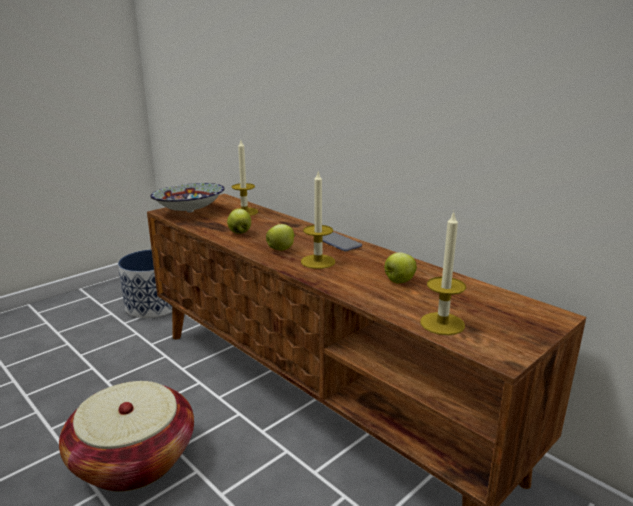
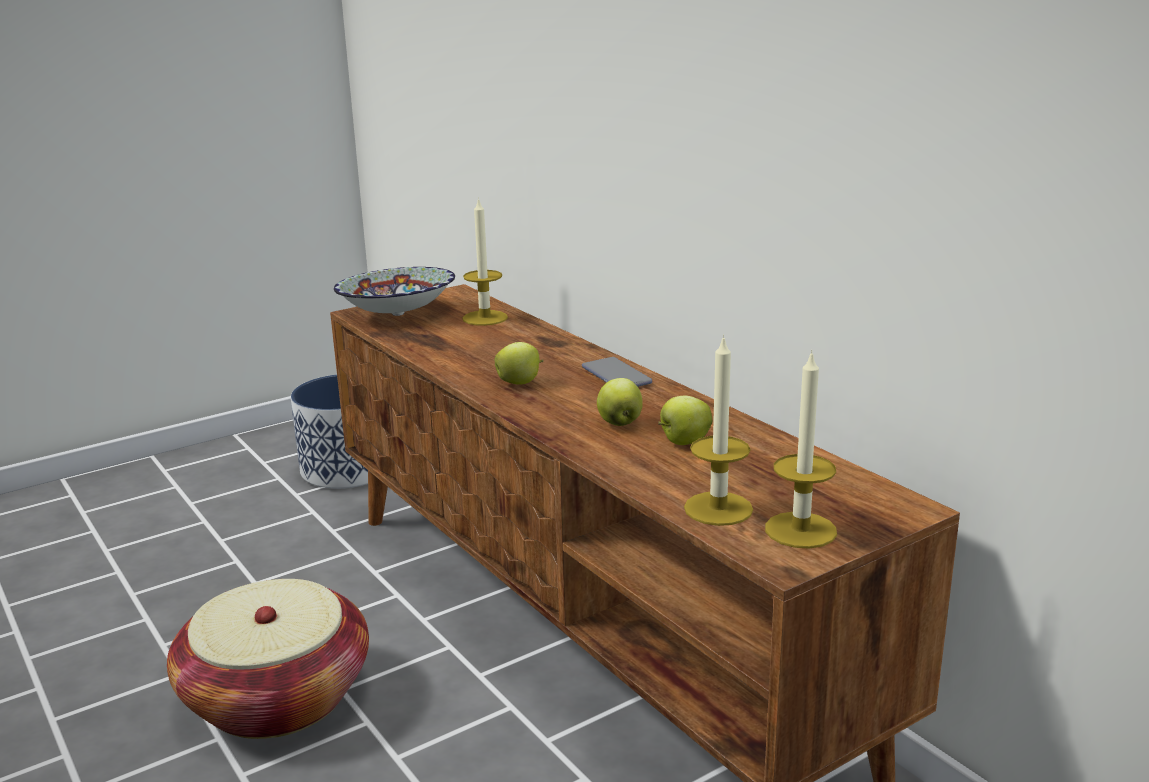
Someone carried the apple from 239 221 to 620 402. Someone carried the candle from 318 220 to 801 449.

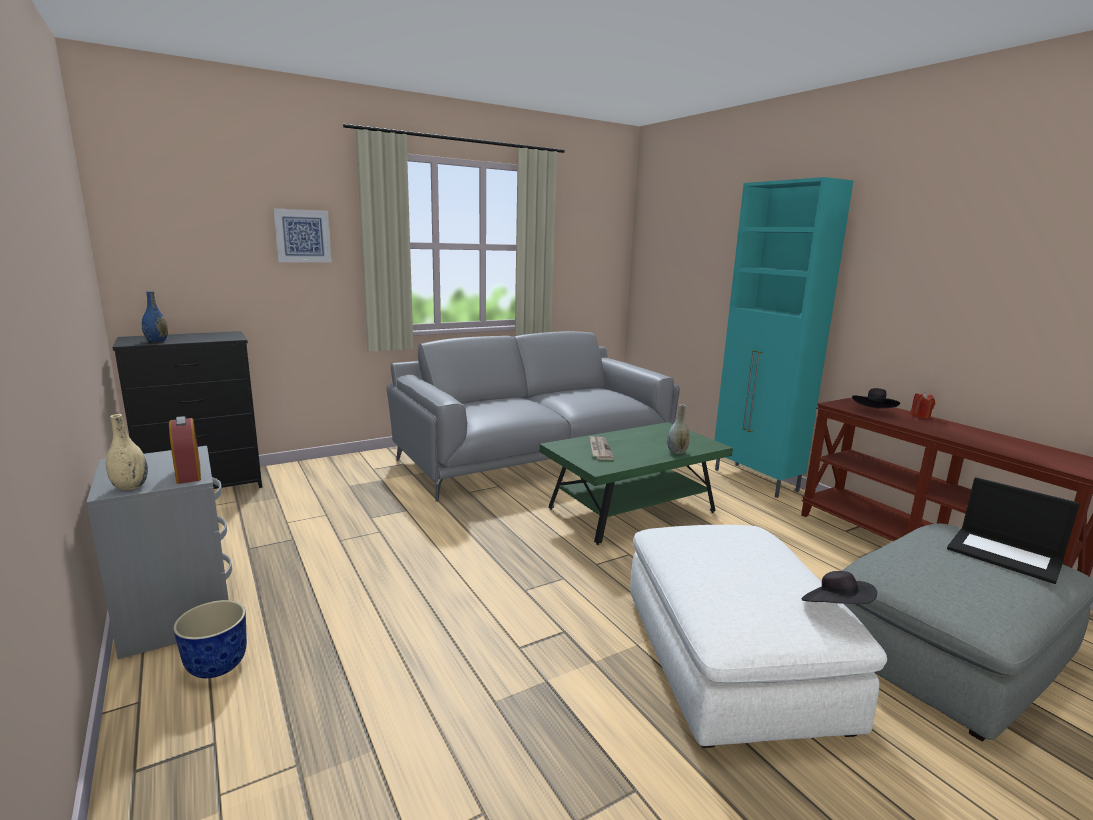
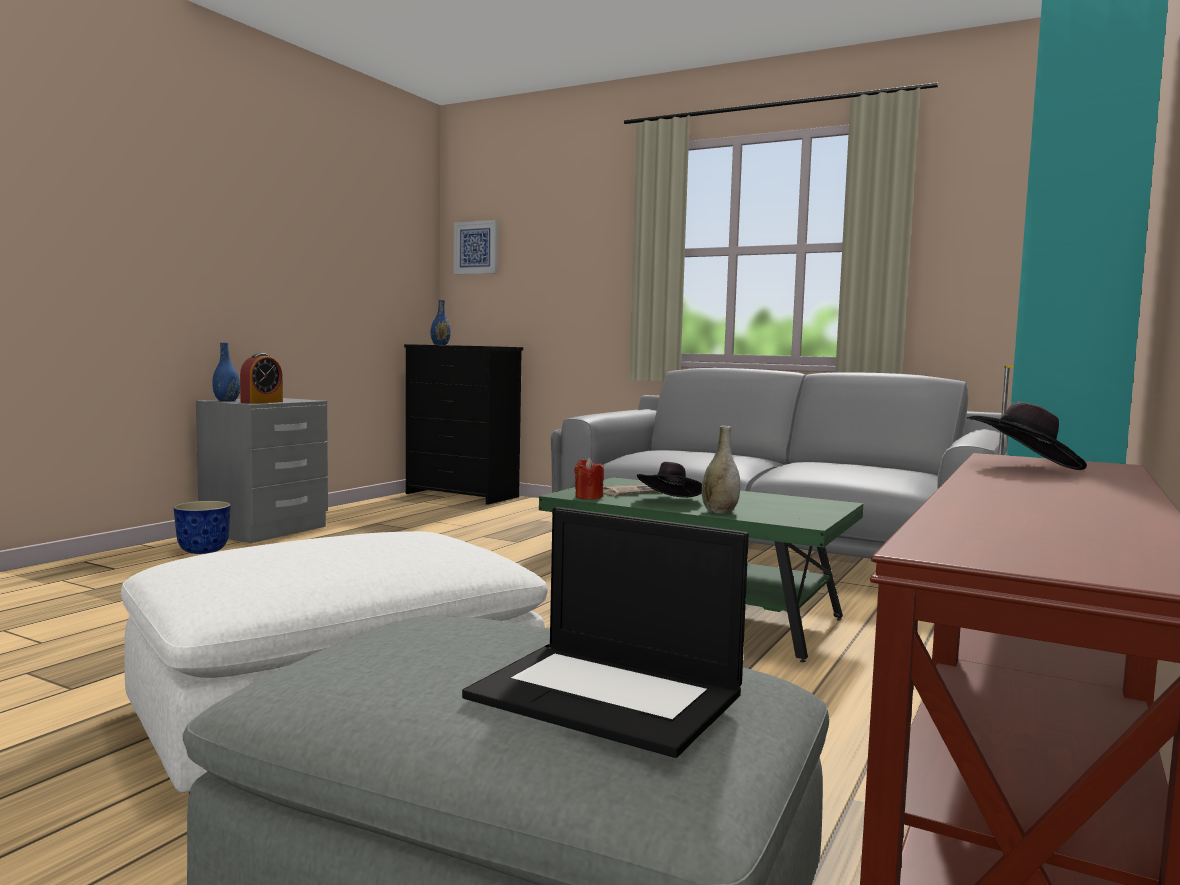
Someone repainted the beige vase at 127 452, which became the blue vase at 226 372. Someone carried the picture from 302 235 to 475 247. Someone carried the black hat from 839 587 to 669 480. Someone carried the red candle from 922 405 to 589 479. Someone rotated the laptop at 1013 530 by 75 degrees counterclockwise.

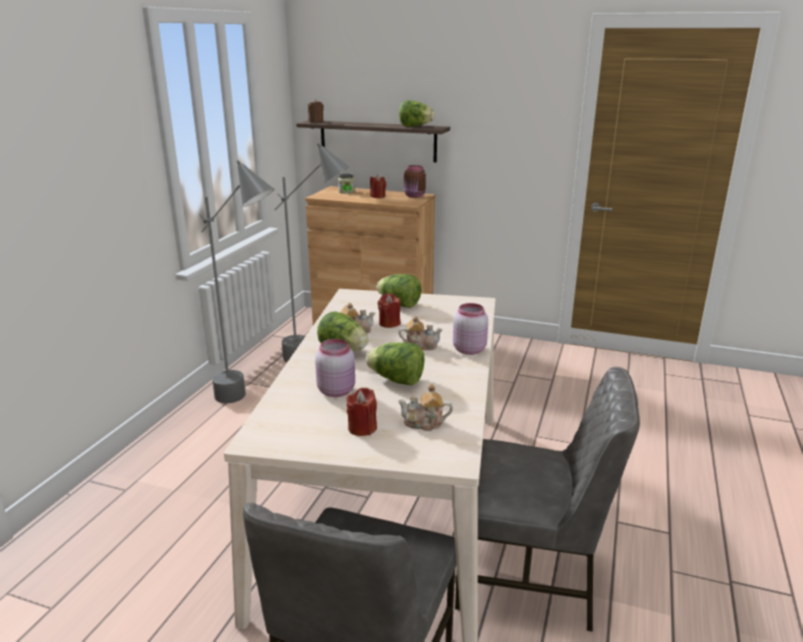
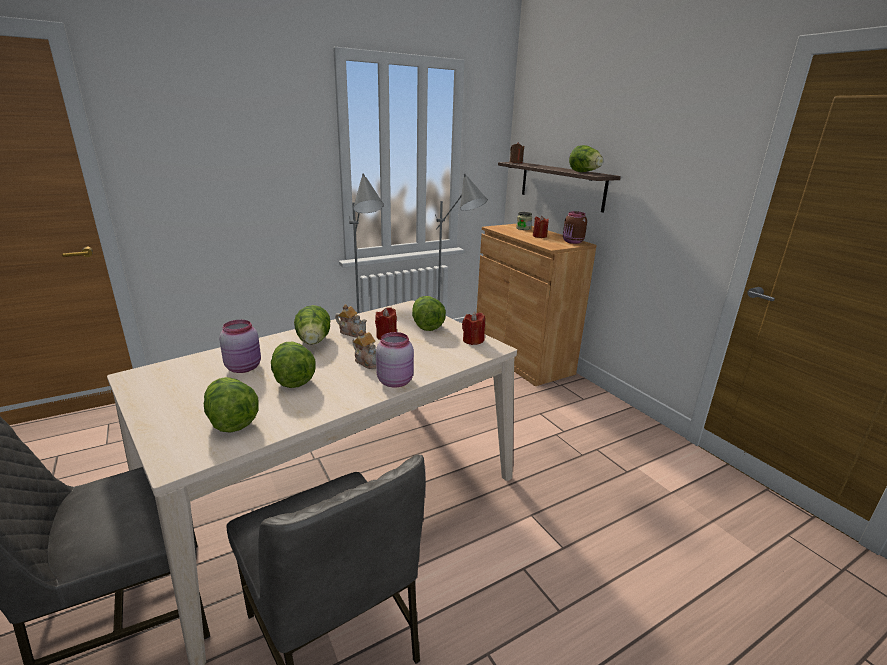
Someone carried the red candle from 361 412 to 473 328. Someone swapped the teapot at 425 407 for the lettuce at 231 405.

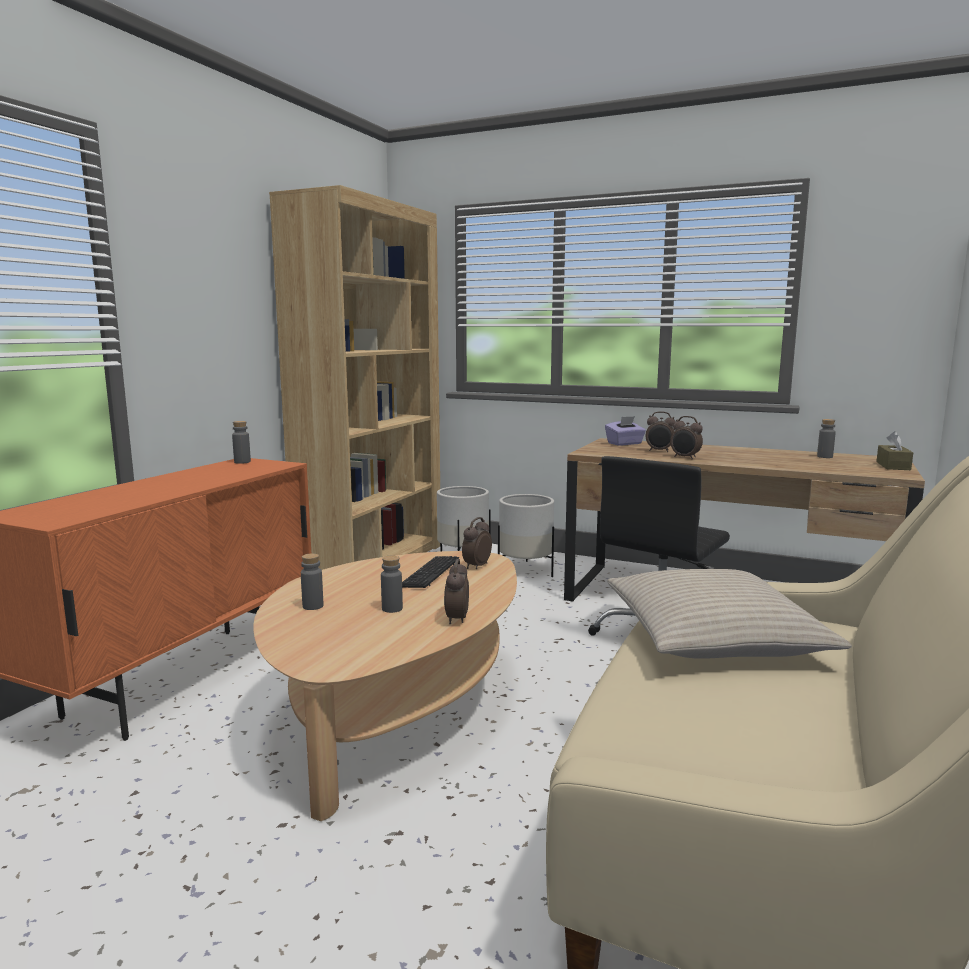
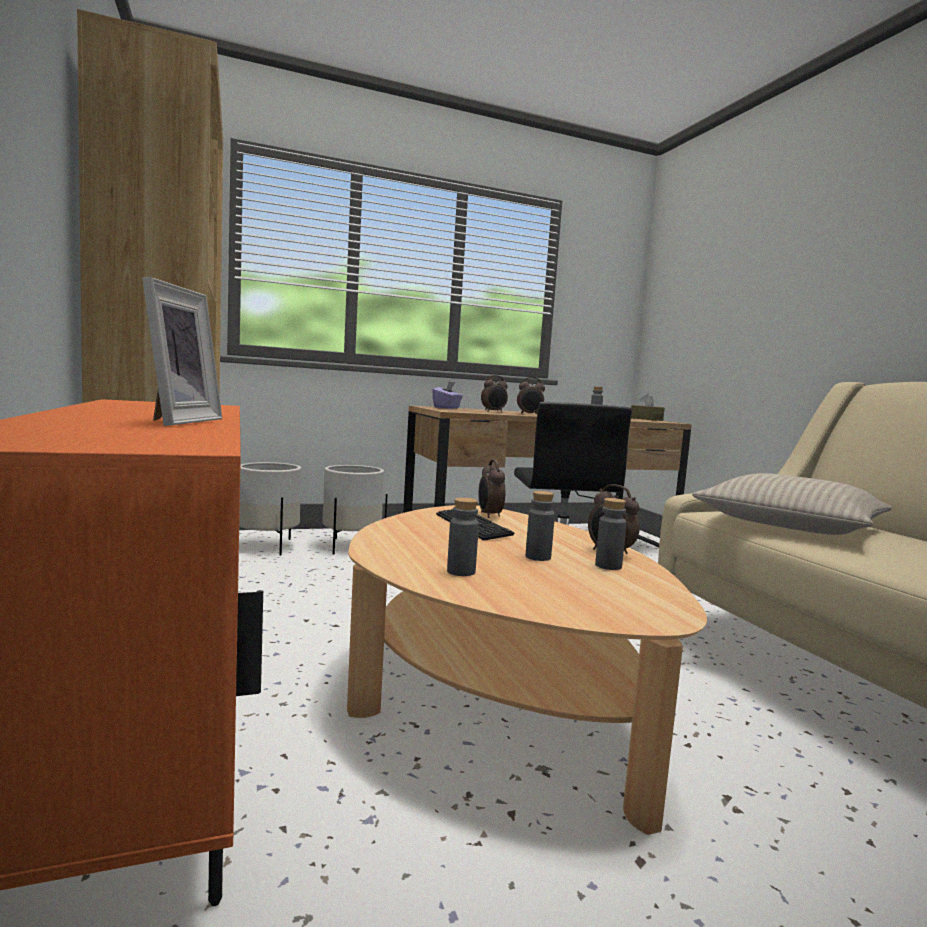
Someone carried the grey bottle from 241 442 to 611 534. Someone put down the picture frame at 182 351.

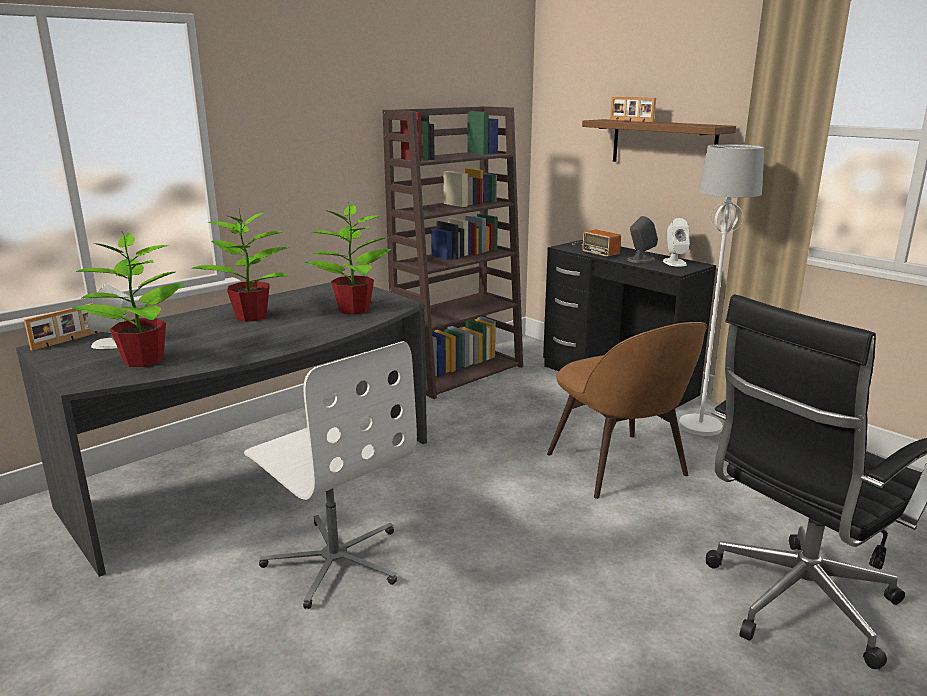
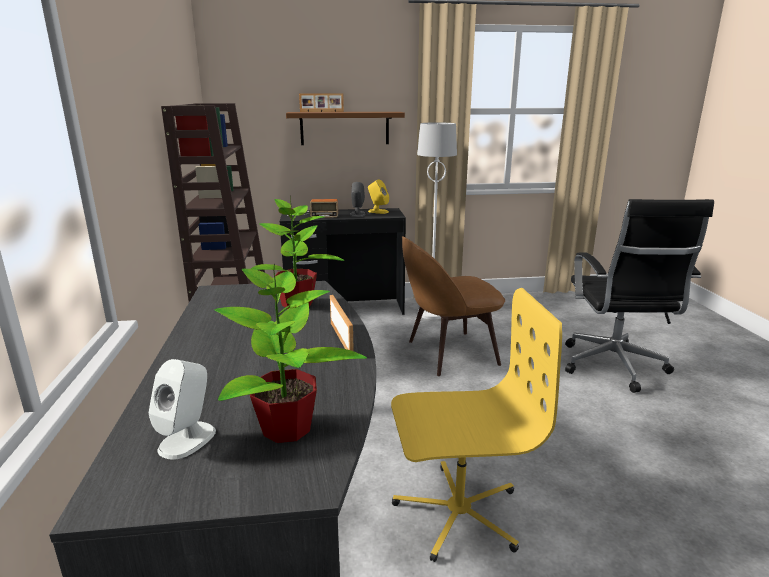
Someone carried the picture frame from 62 327 to 342 323. Someone took away the potted plant at 240 265. Someone repainted the white office chair at 330 475, which became the yellow office chair at 476 425. Someone rotated the brown chair at 627 410 by 150 degrees clockwise. Someone repainted the white speaker at 676 242, which became the yellow speaker at 378 196.

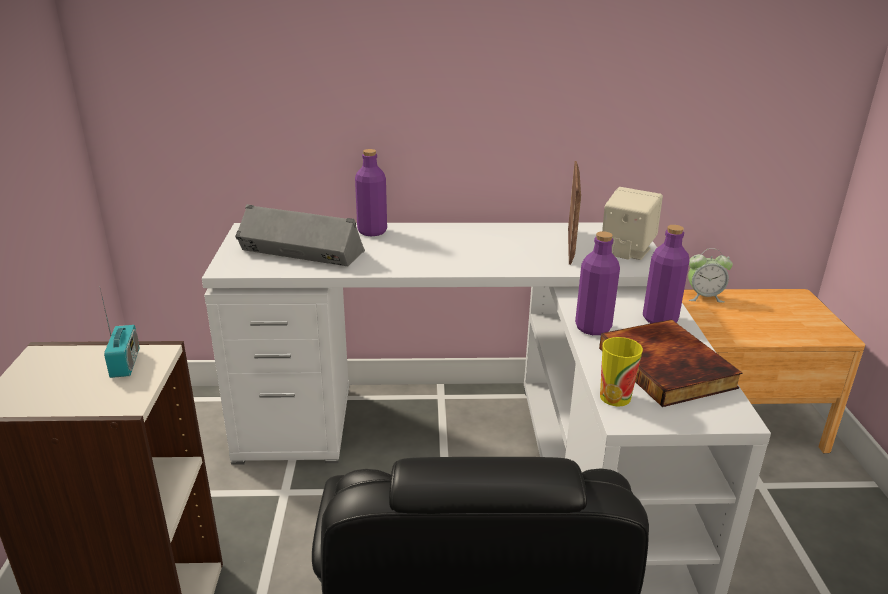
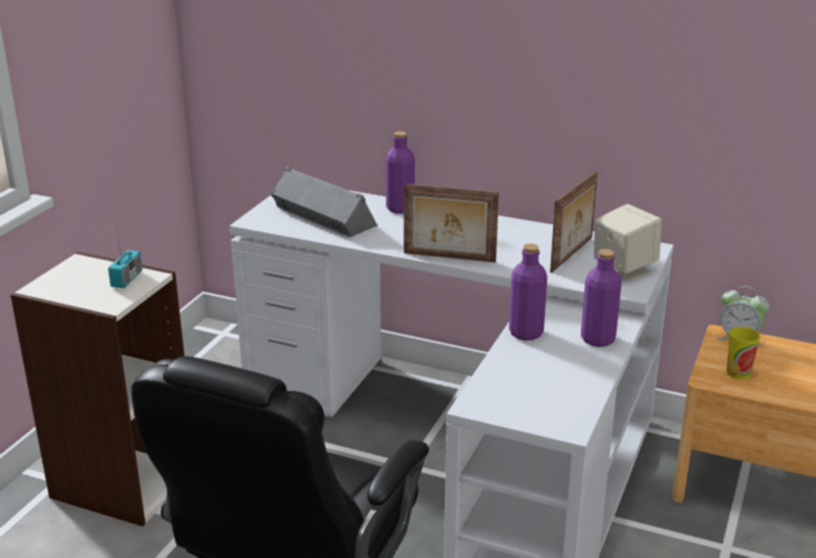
Someone took away the book at 670 363. Someone carried the cup from 621 371 to 743 353. Someone put down the picture frame at 451 223.

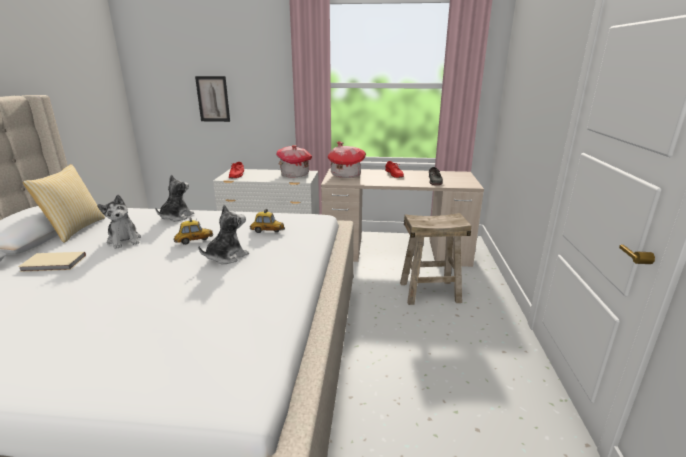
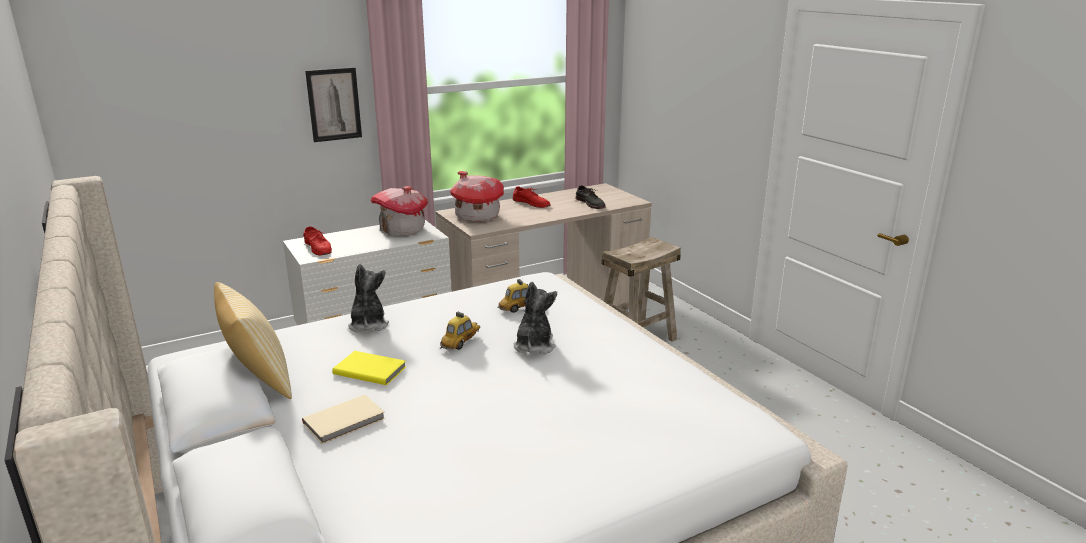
Someone swapped the plush toy at 119 222 for the yellow book at 369 368. Someone carried the picture from 212 99 to 333 104.

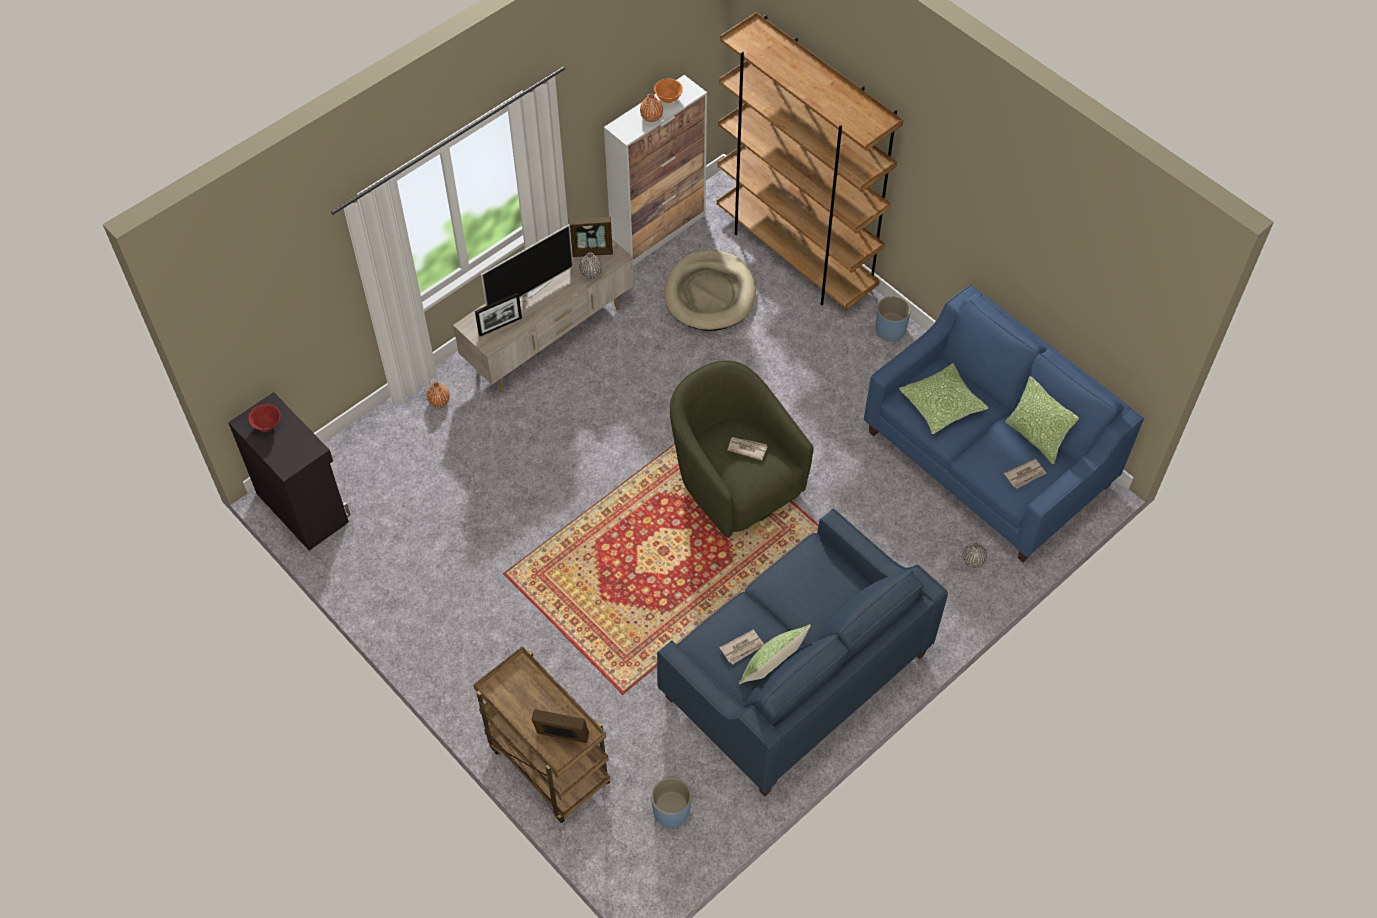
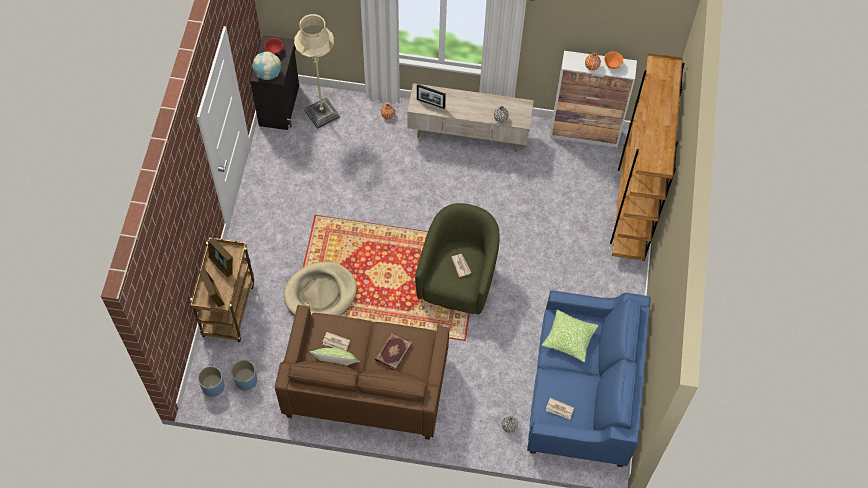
Someone took away the television at 527 265. Someone carried the picture frame from 590 236 to 220 257. Someone repainted the blue sofa at 802 652, which became the brown sofa at 362 372. Someone carried the beige dog bed from 710 290 to 320 289. Someone carried the blue planter from 893 318 to 211 381. Someone took away the pillow at 1042 420. Someone put down the globe at 267 66. Someone put down the beige floor lamp at 317 71. Someone put down the book at 393 351.

